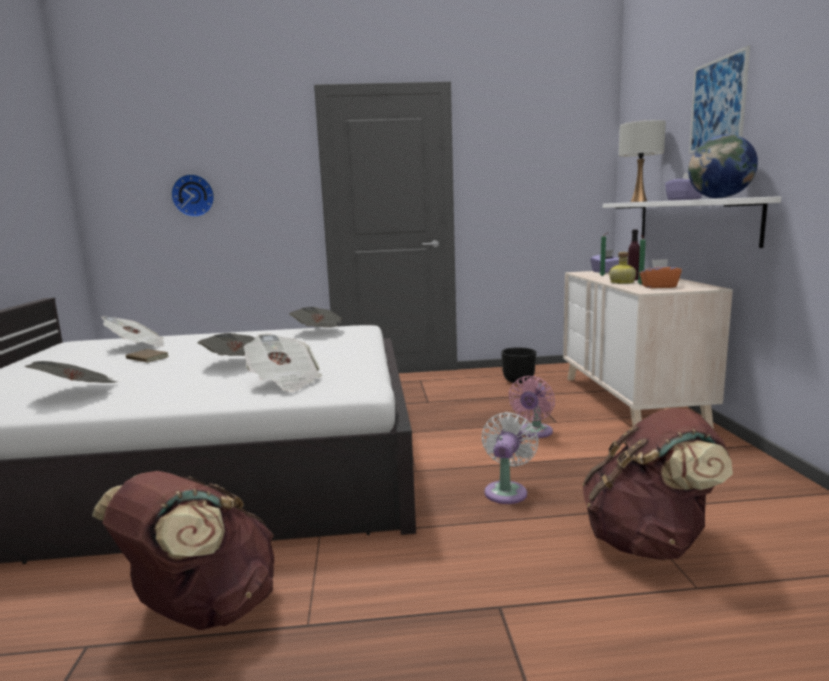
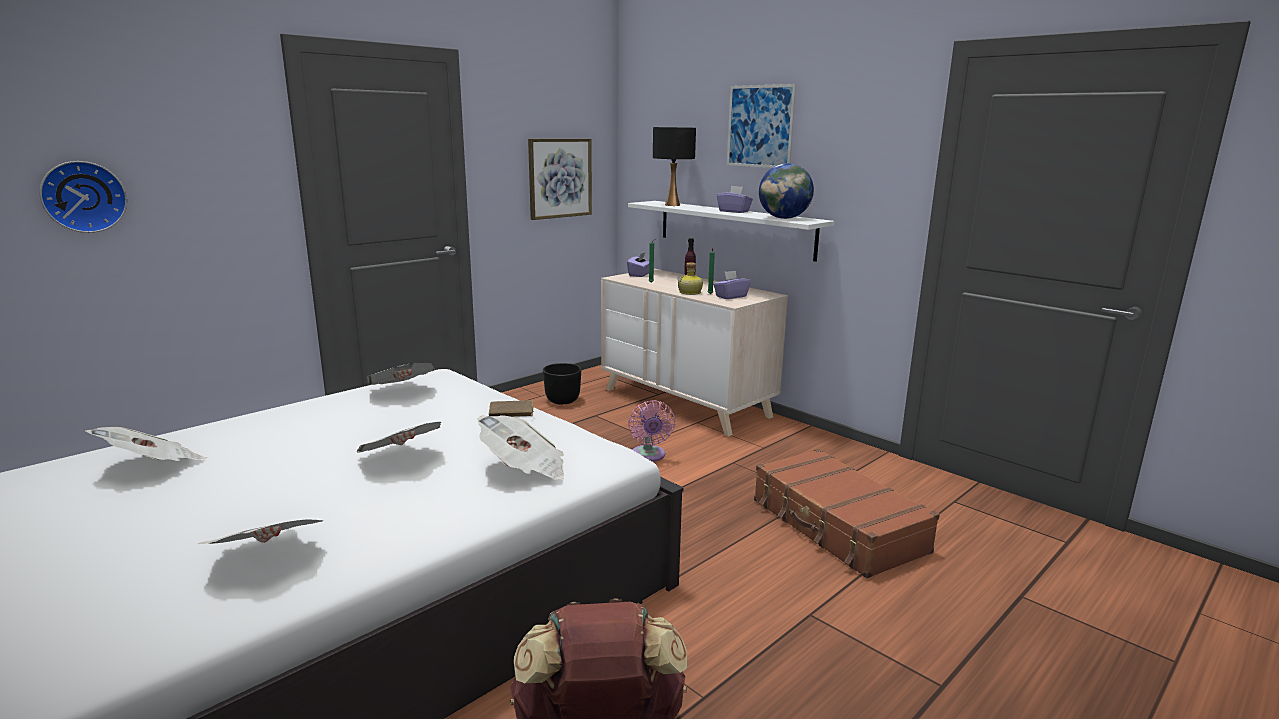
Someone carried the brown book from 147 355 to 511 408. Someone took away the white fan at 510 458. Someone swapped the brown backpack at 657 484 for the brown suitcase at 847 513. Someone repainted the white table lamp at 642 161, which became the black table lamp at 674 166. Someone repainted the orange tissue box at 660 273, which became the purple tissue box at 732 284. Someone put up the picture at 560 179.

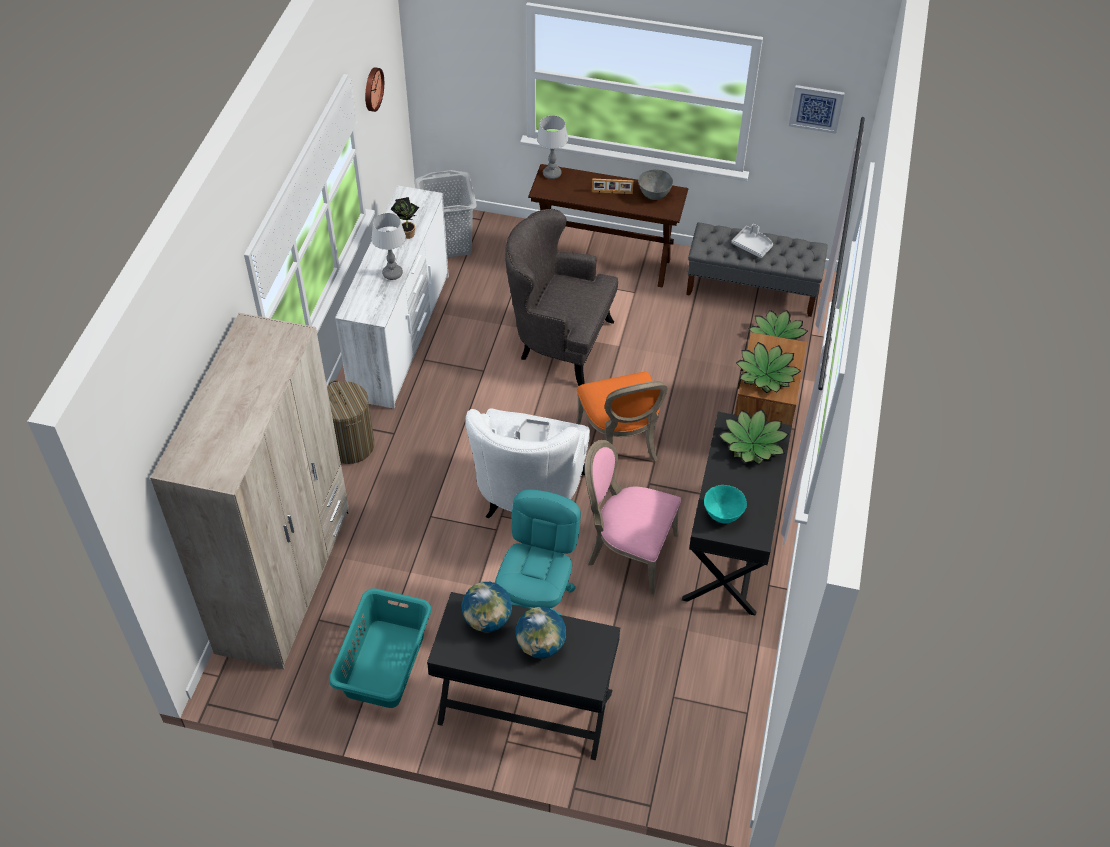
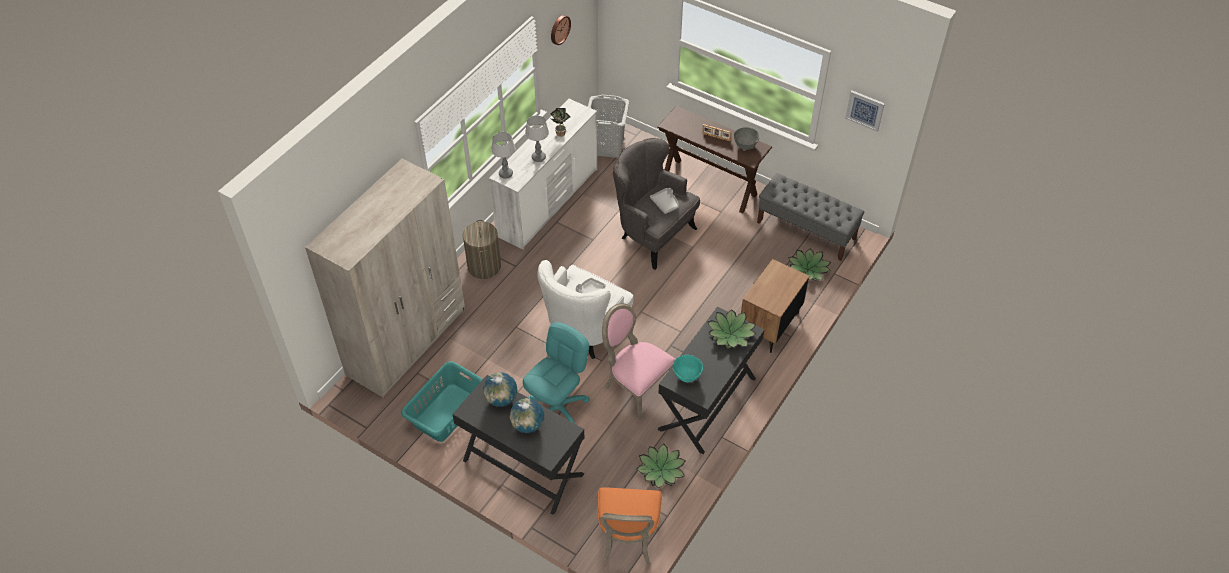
Someone carried the table lamp from 552 147 to 503 155. Someone carried the orange chair from 622 417 to 629 526. Someone carried the grey tray from 752 241 to 664 201. Someone carried the potted plant from 768 367 to 661 466.

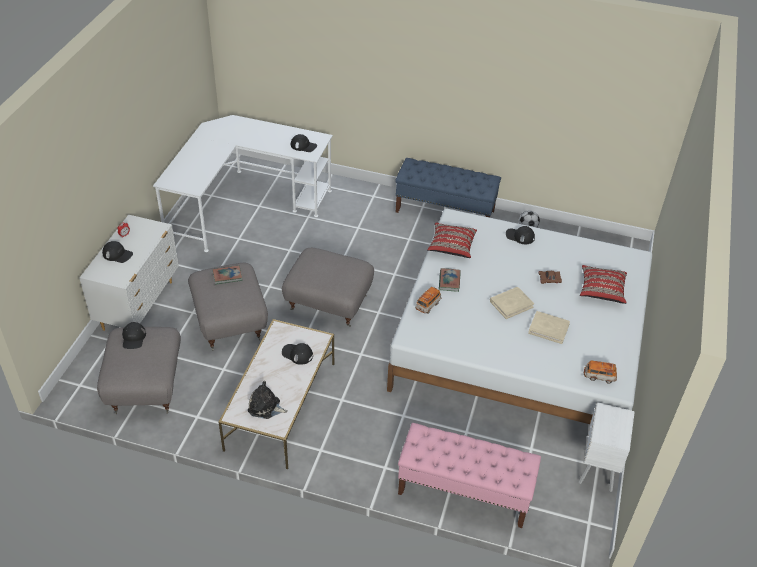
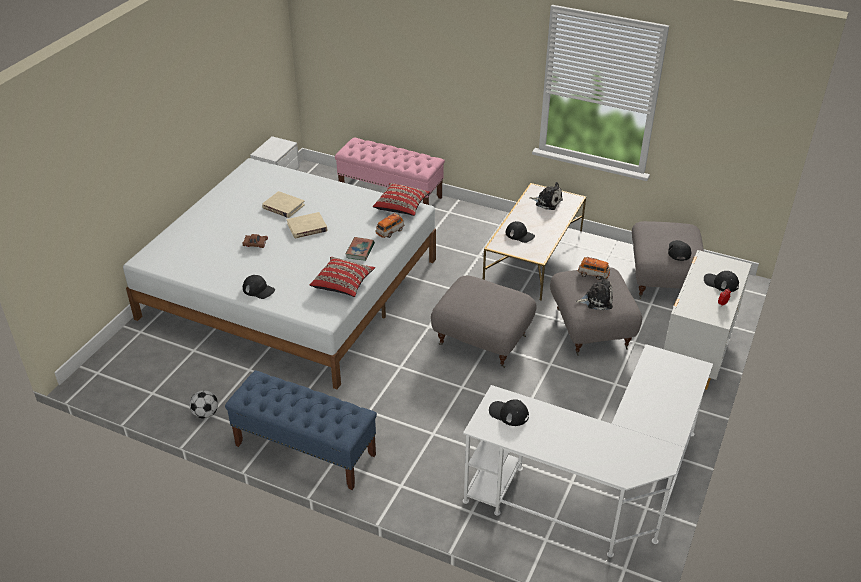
Someone swapped the book at 228 275 for the plush toy at 594 293. Someone carried the red pillow from 603 284 to 401 199. Someone carried the toy car from 600 372 to 594 268.

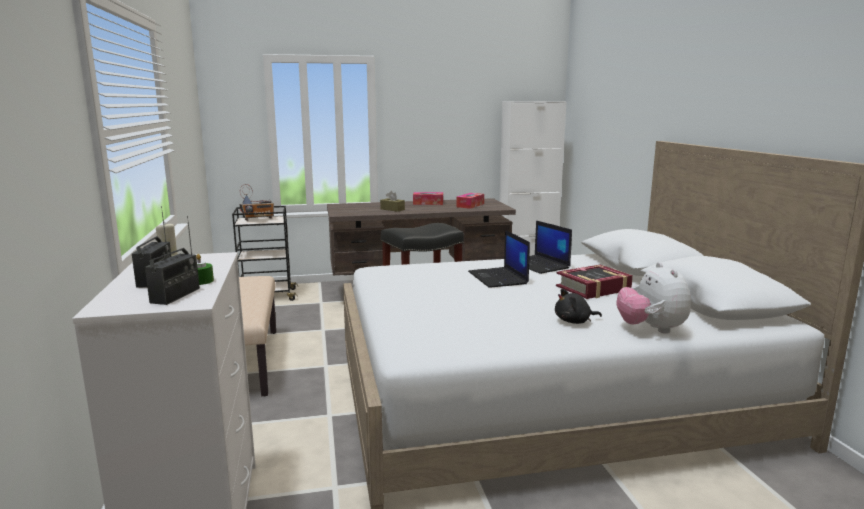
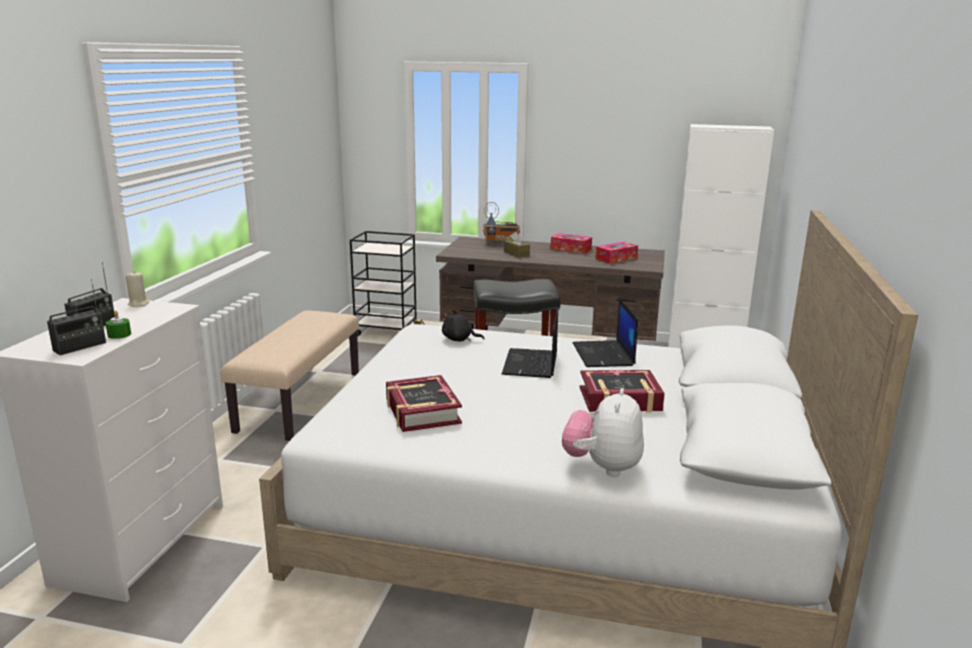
Someone carried the radio from 256 202 to 501 223. Someone carried the black plush toy from 578 306 to 463 325. Someone put down the book at 424 403.

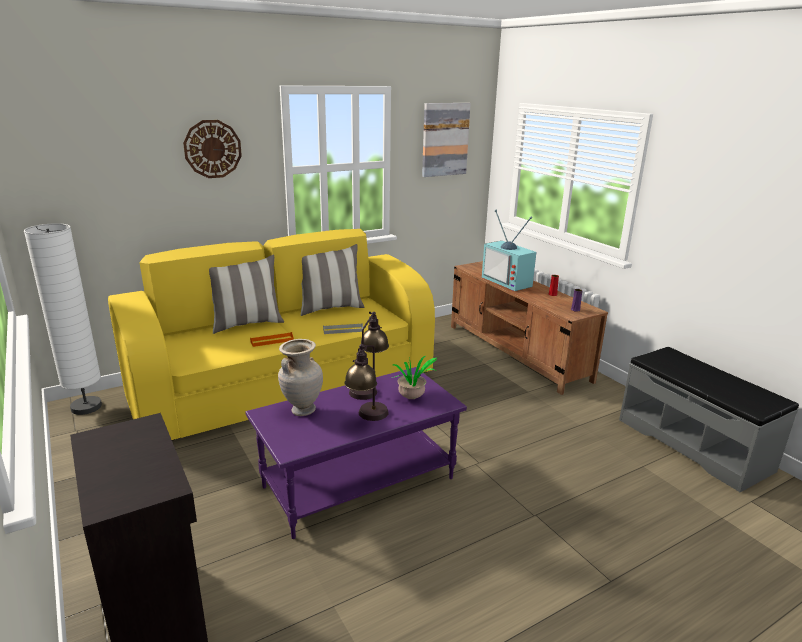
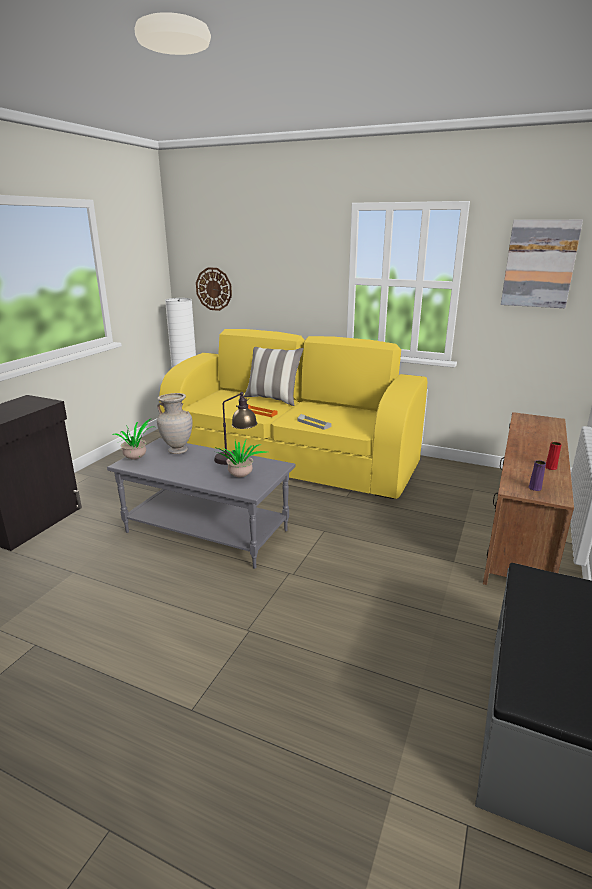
Someone carried the wall clock from 212 149 to 214 289. Someone repainted the purple coffee table at 356 453, which became the grey coffee table at 201 503. Someone took away the pillow at 333 280. Someone took away the table lamp at 366 382. Someone took away the television at 509 250. Someone put down the potted plant at 133 439.

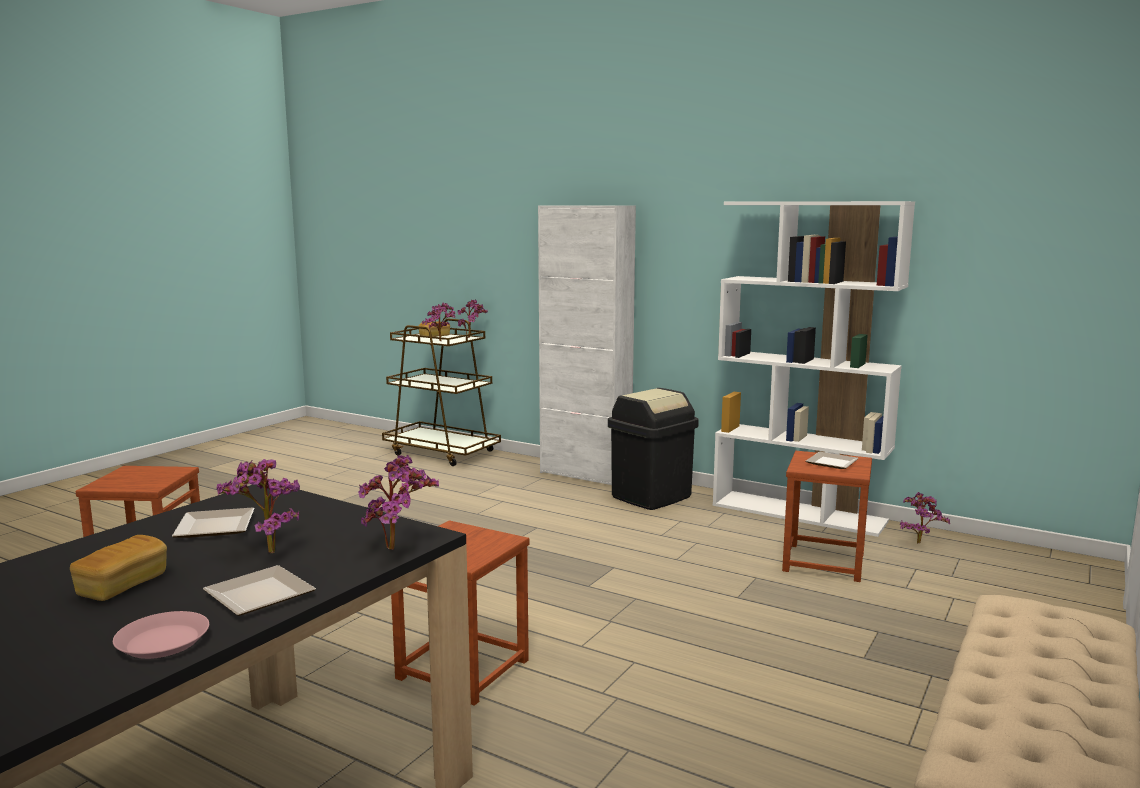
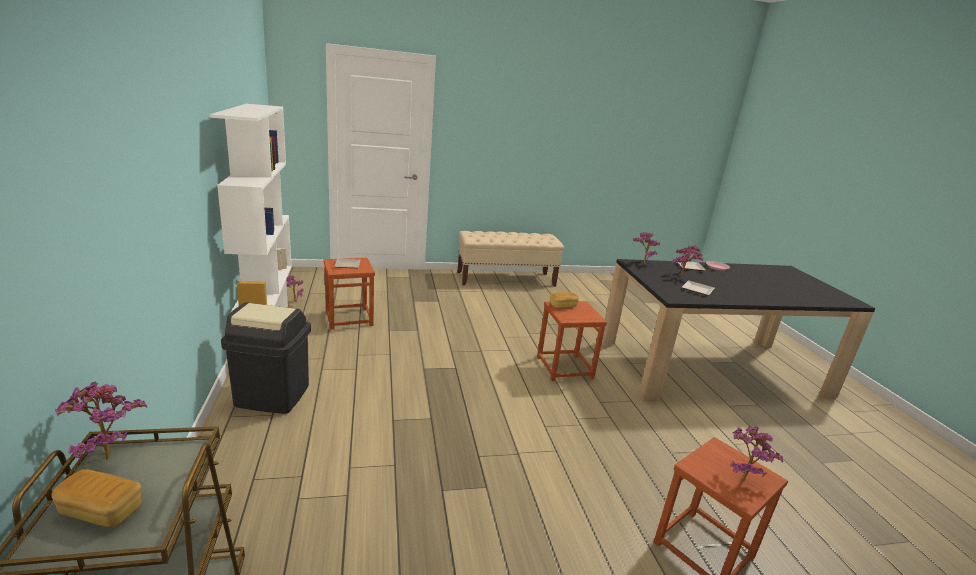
Someone carried the bread from 118 568 to 564 300. Someone carried the potted plant from 439 322 to 757 454. Someone took away the white cabinet at 587 345.

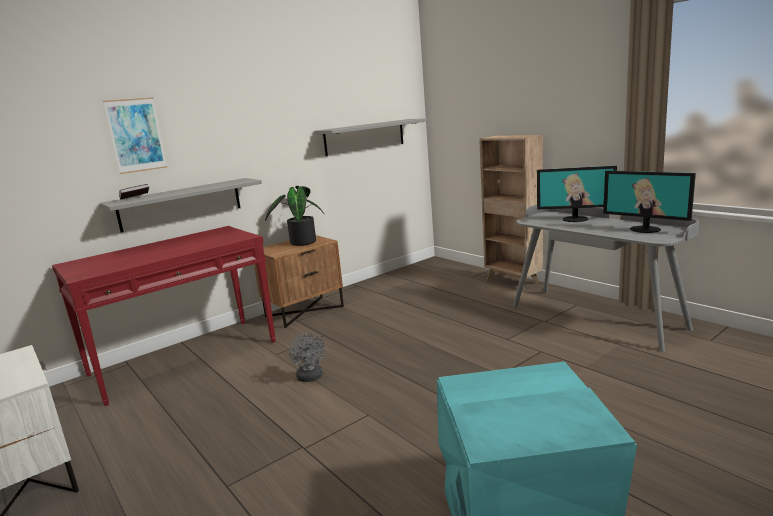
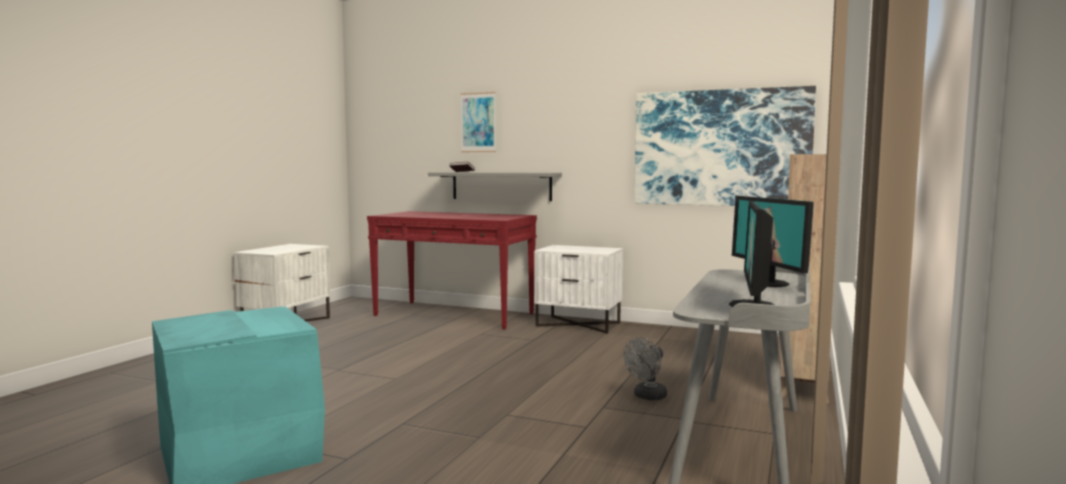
Someone repainted the brown nightstand at 299 281, which became the white nightstand at 578 289. Someone took away the potted plant at 294 216. Someone carried the grey fan from 307 357 to 645 368. Someone swapped the grey shelf at 370 137 for the picture at 725 146.

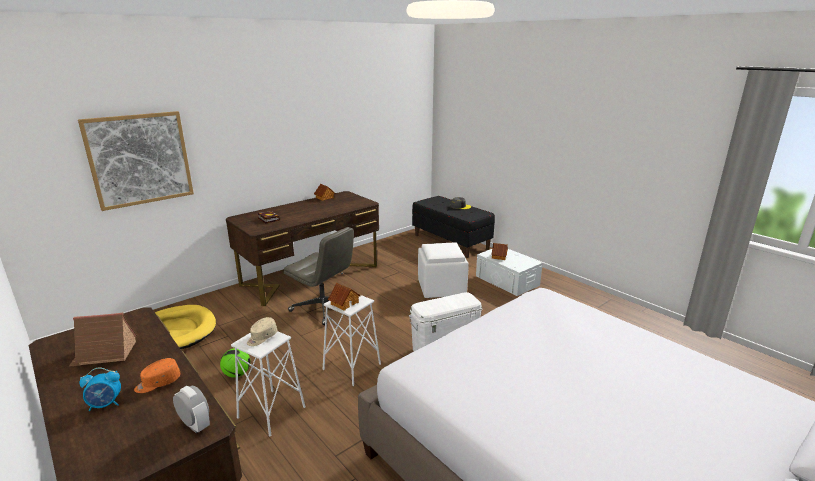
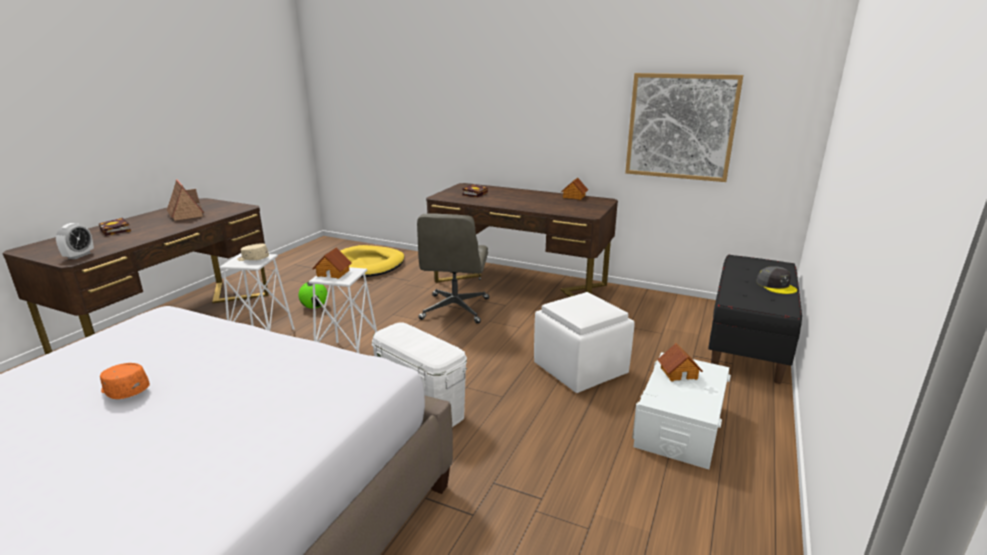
Someone carried the picture from 136 161 to 684 127. Someone swapped the alarm clock at 100 389 for the book at 114 227. Someone carried the orange cap from 157 375 to 125 381.

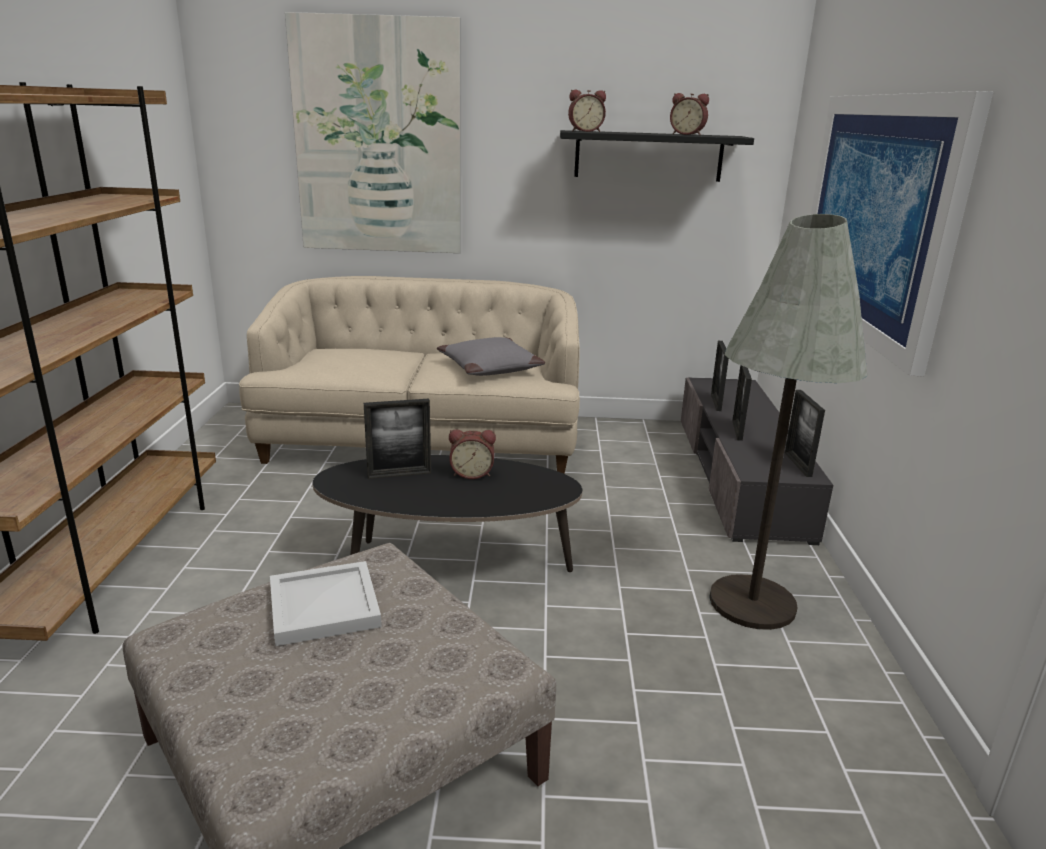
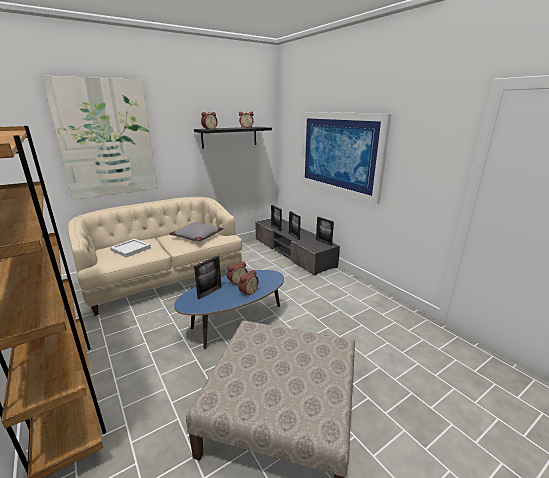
Someone carried the white tray from 326 603 to 130 248. Someone repainted the black coffee table at 447 513, which became the blue coffee table at 229 309. Someone took away the grey floor lamp at 788 422. Someone put down the alarm clock at 248 283.

